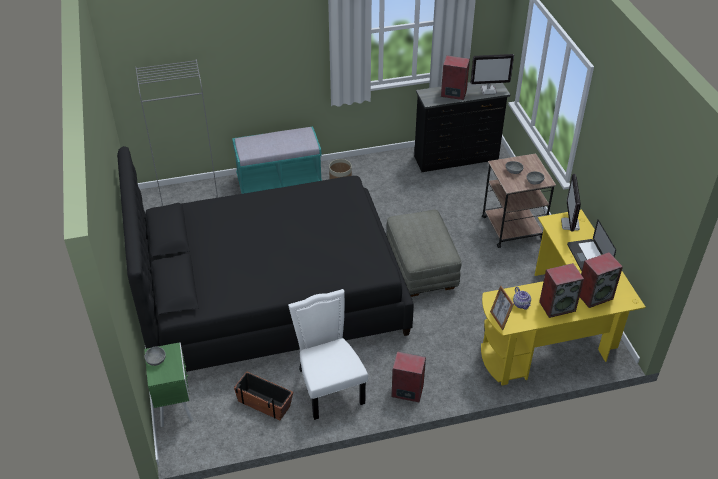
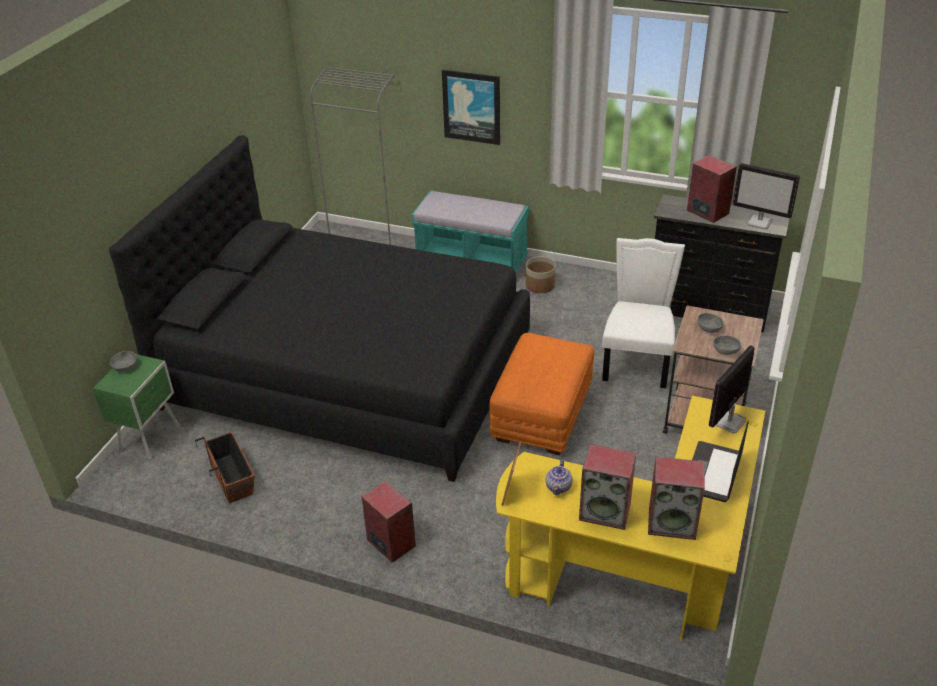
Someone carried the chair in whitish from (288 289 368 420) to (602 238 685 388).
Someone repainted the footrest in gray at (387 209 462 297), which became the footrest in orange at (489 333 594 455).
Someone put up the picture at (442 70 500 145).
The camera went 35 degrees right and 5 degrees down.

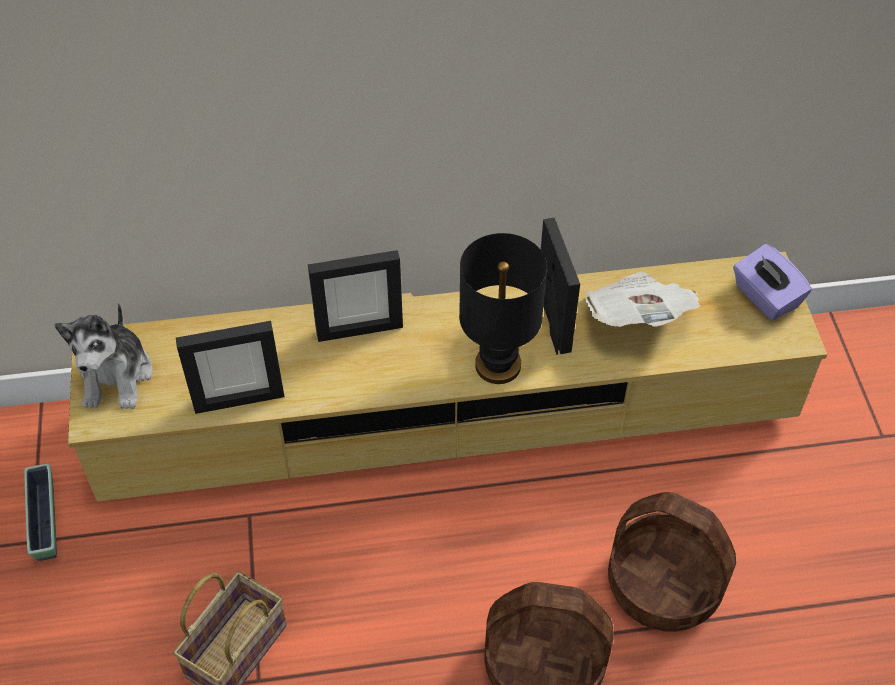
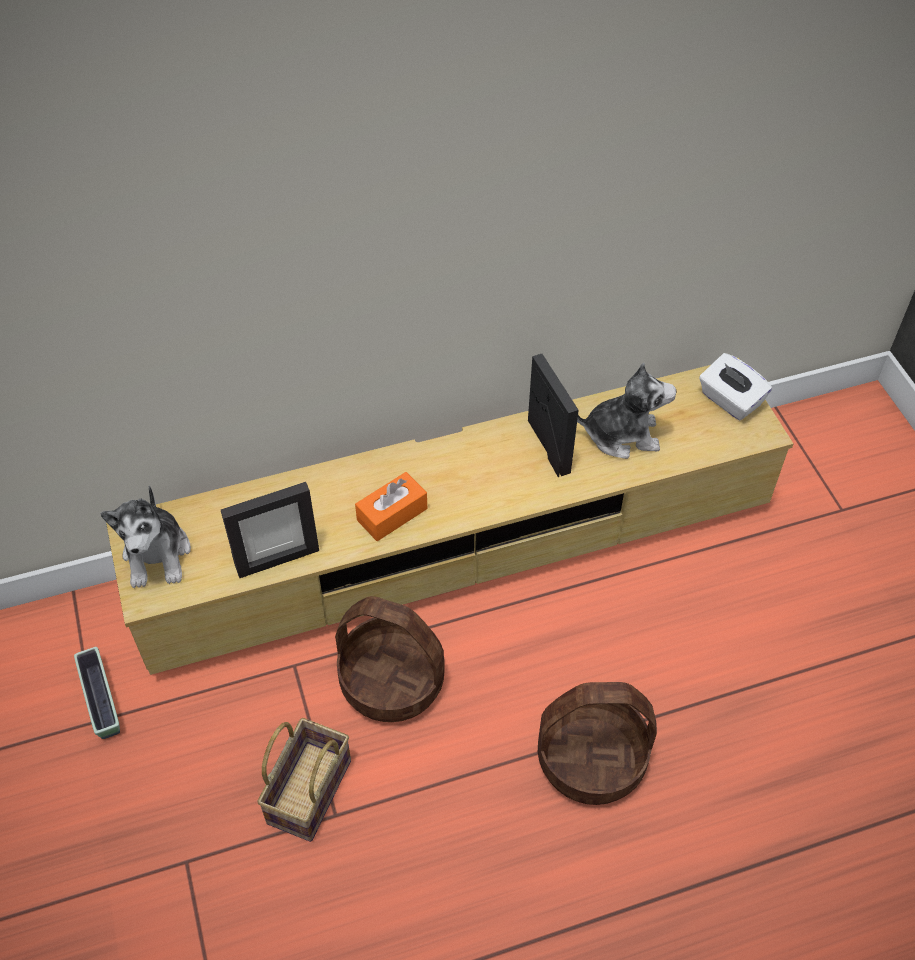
Someone took away the standing frame at (308 250 403 342).
Someone took away the tabletop lamp in black-coloured at (459 233 547 384).
Someone swapped the daily paper at (585 272 700 327) for the cuddly toy at (577 363 677 459).
Someone carried the household basket from (608 492 736 632) to (335 596 445 722).
Someone repainted the tissue holder in purple-coloured at (733 244 812 320), which became the tissue holder in whitish at (699 353 772 420).
Someone put down the tissue holder in orange at (355 472 427 541).
The camera went 10 degrees left and 0 degrees up.

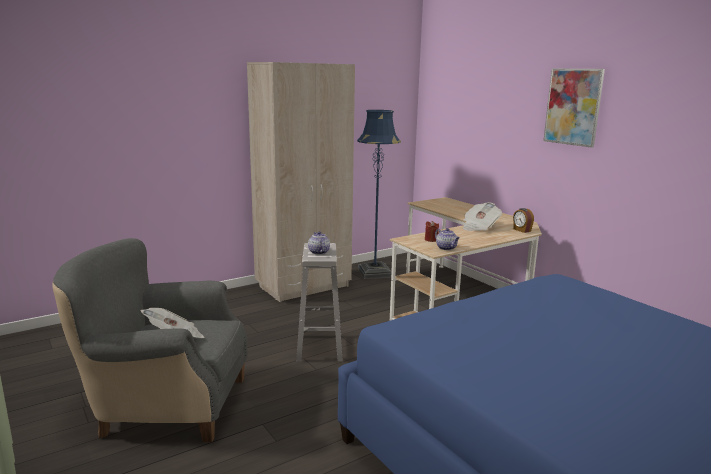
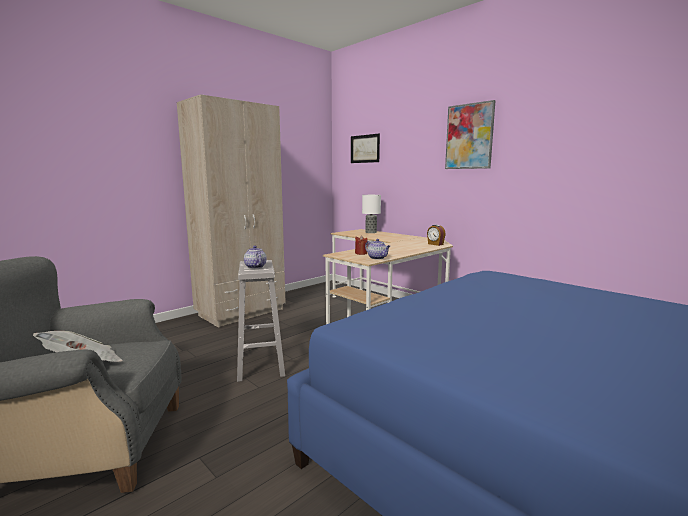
Someone took away the standing lamp in bluish at (357 110 401 279).
Someone took away the daily paper at (463 202 502 231).
Someone put up the picture at (351 134 380 163).
Someone put down the tabletop lamp at (362 195 381 233).
The camera went 10 degrees left and 5 degrees down.

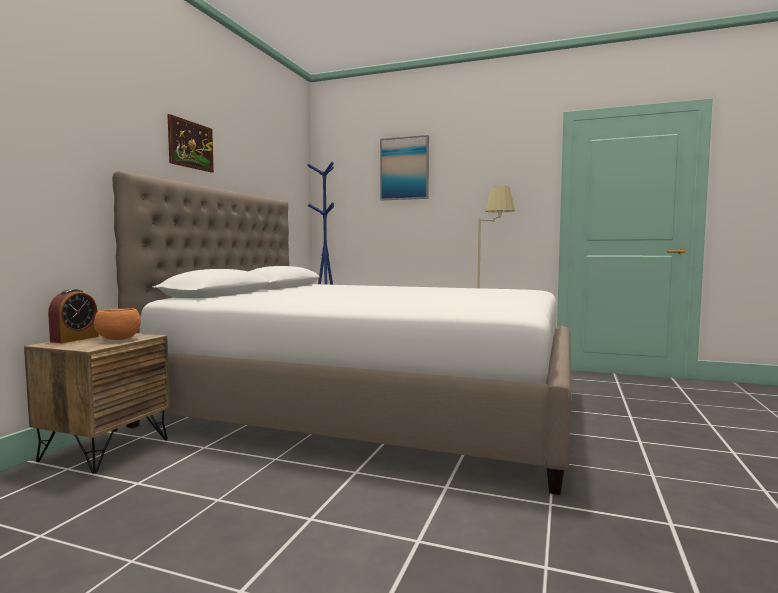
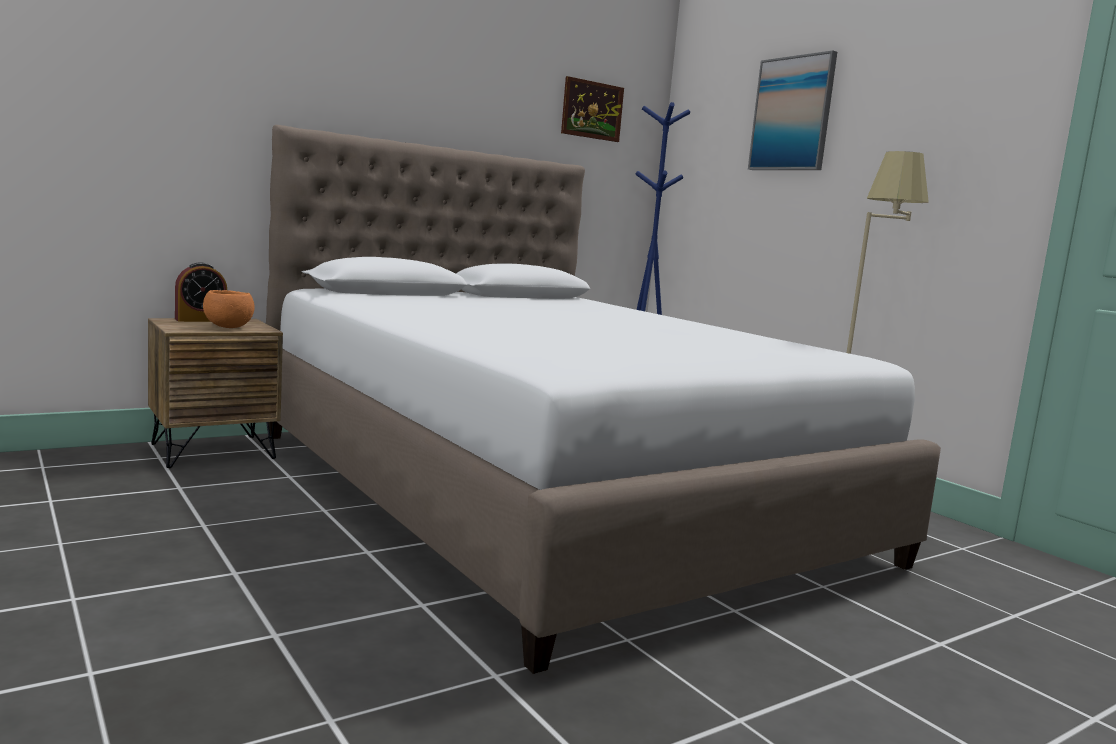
Someone carried the picture from (167 114 214 173) to (561 76 624 142).
The camera went 35 degrees right and 5 degrees up.

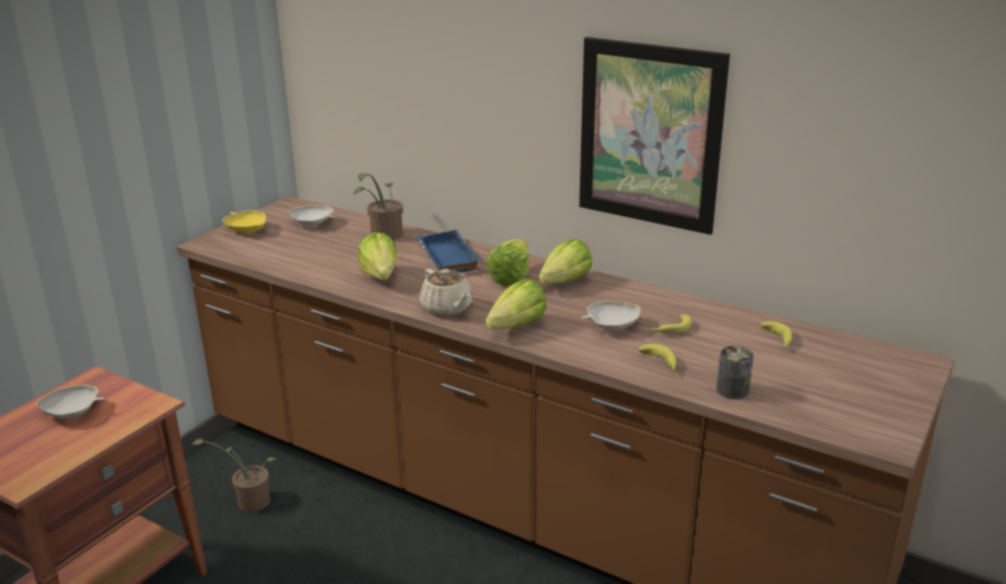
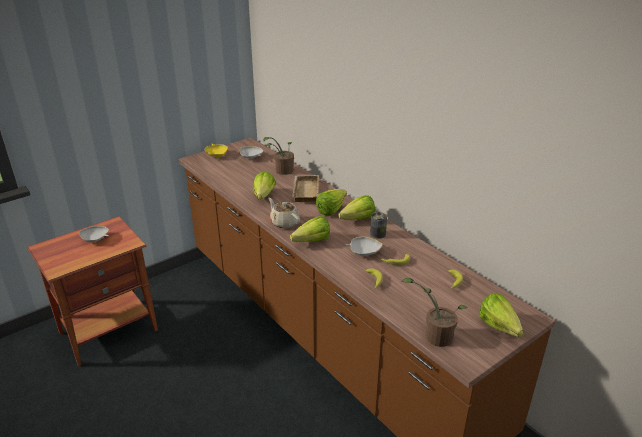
Someone carried the plant in a pot from (191 439 277 512) to (402 278 468 347).
Someone repainted the tray in bluish at (416 230 481 273), which became the tray in beige-coloured at (292 175 319 202).
Someone rotated the teapot in beige-coloured at (419 269 473 316) by 150 degrees clockwise.
Someone took away the picture at (579 37 730 235).
Someone carried the metal can from (716 346 754 400) to (370 212 387 239).
Someone put down the head of lettuce at (479 294 523 337).
The camera went 20 degrees right and 5 degrees up.

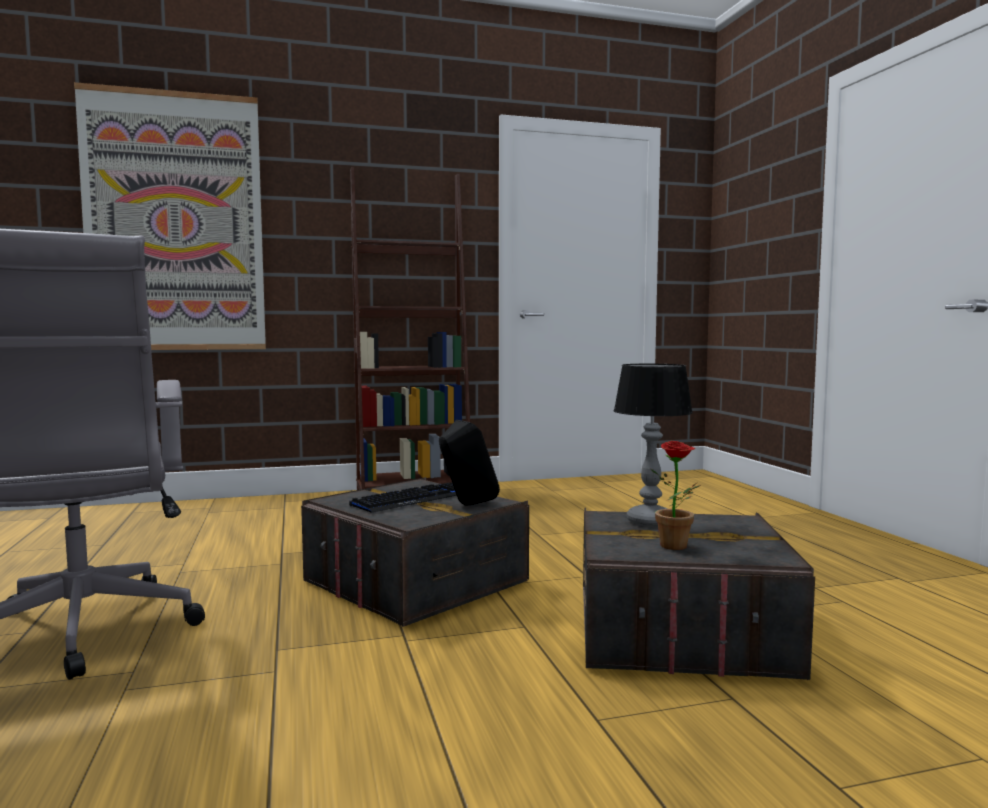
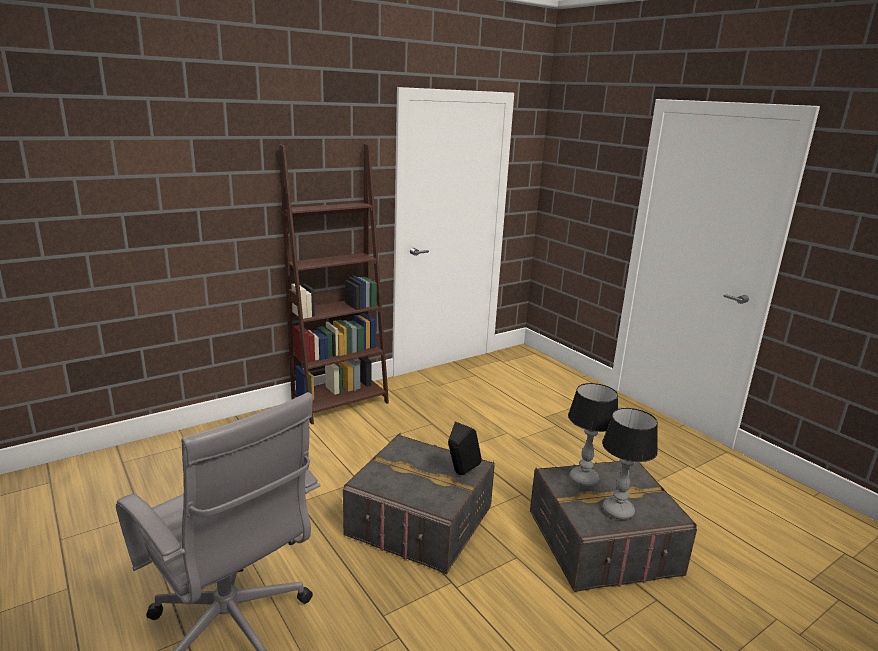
Someone took away the picture at (74 82 266 350).
Someone took away the PC keyboard at (349 482 457 513).
Someone swapped the plant in a pot at (651 441 701 550) for the tabletop lamp at (602 408 658 520).
The camera went 20 degrees left and 15 degrees up.

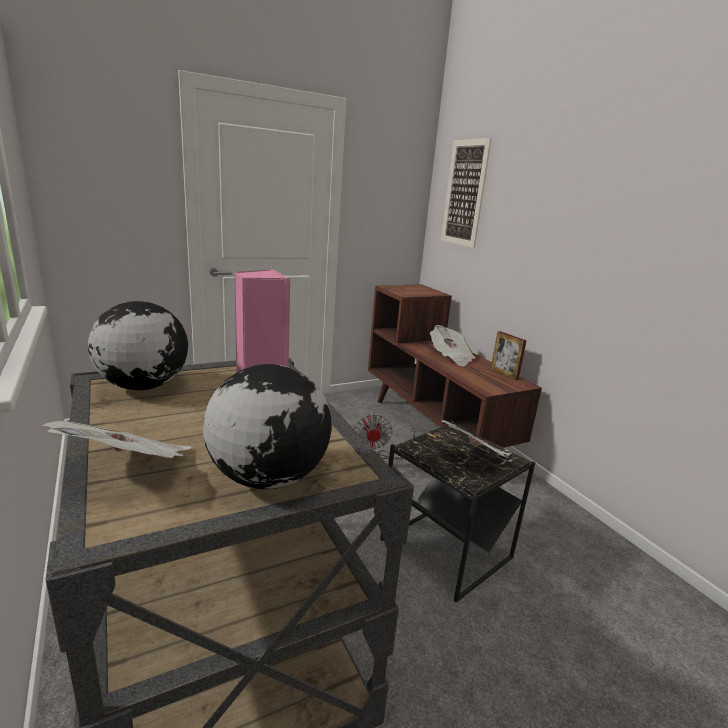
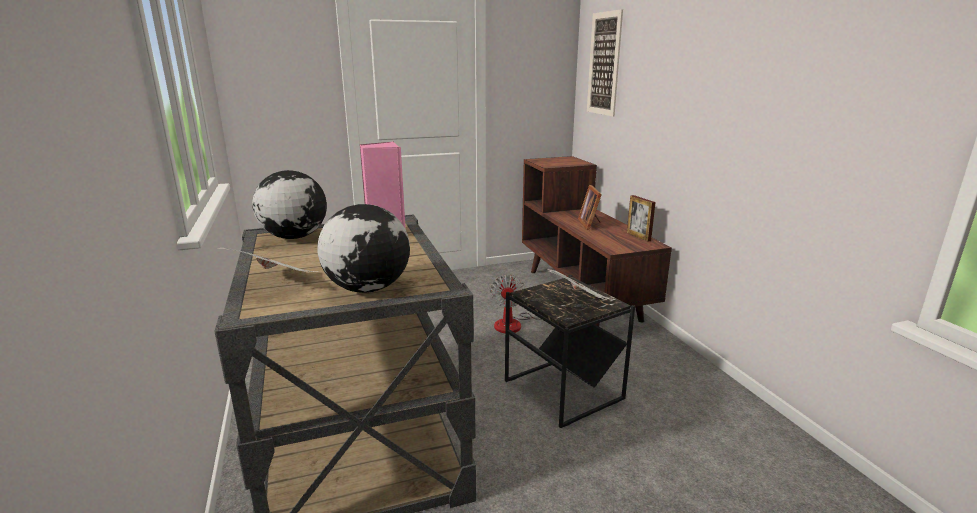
Someone swapped the daily paper at (430 325 475 367) for the standing frame at (578 185 602 230).
The camera went 10 degrees right and 0 degrees up.

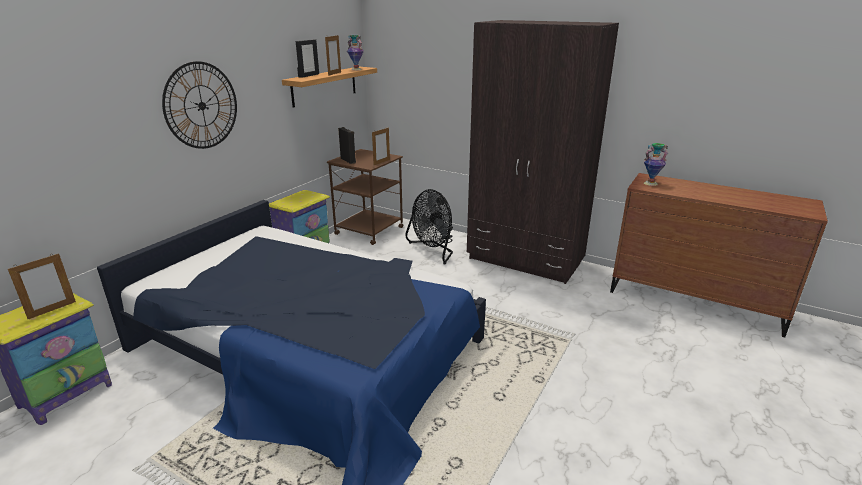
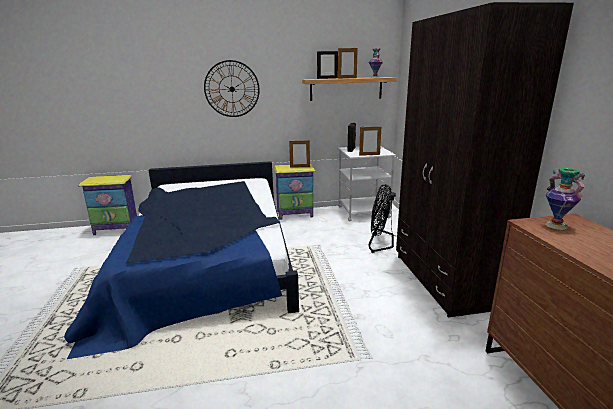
Someone carried the standing frame from (8 254 76 319) to (289 140 310 168).
Someone repainted the trolley in brownish at (327 149 404 245), which became the trolley in whitish at (338 146 396 221).
The camera went 50 degrees right and 5 degrees down.

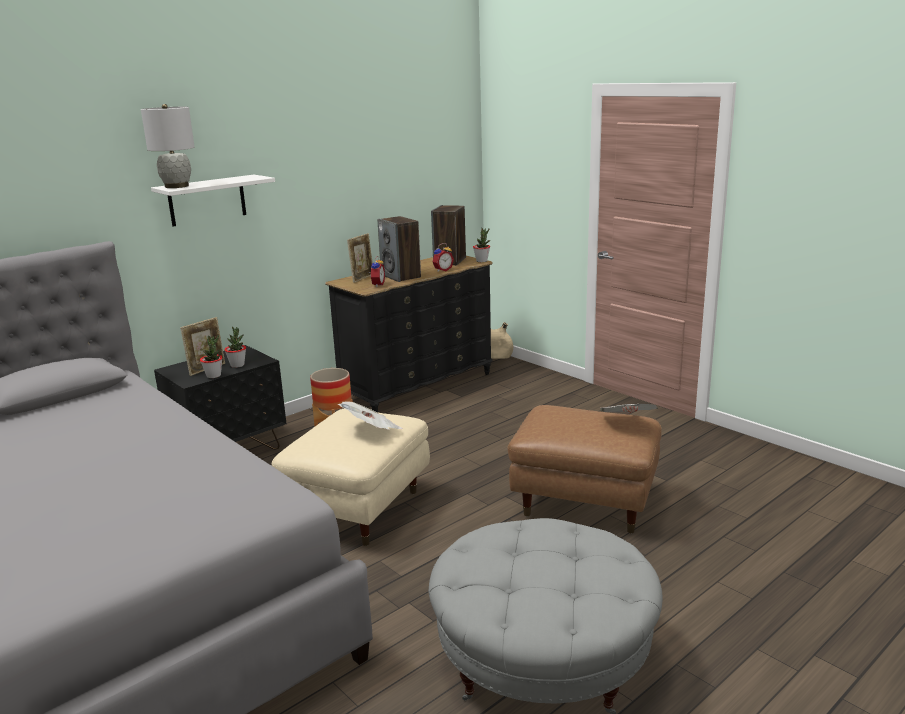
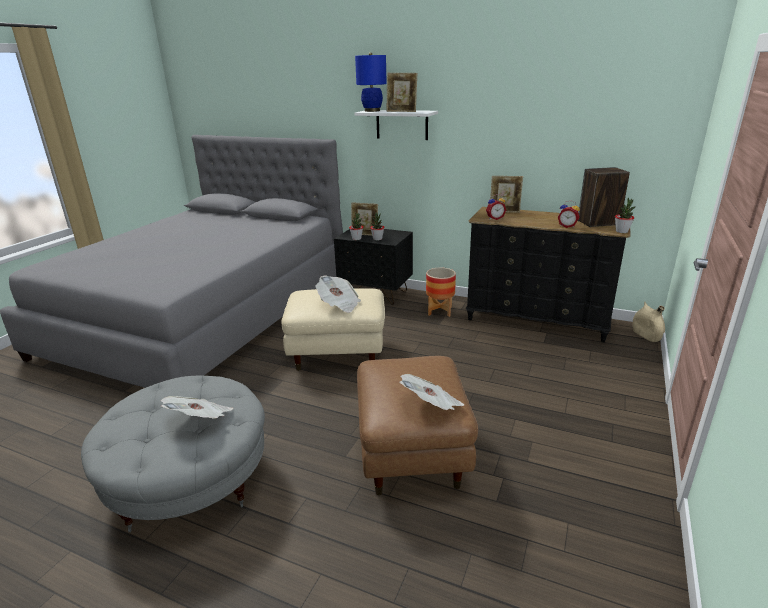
Someone repainted the tabletop lamp in whitish at (141 104 195 188), which became the tabletop lamp in bluish at (355 52 387 112).
Someone took away the loudspeaker at (377 216 421 282).
Someone put down the daily paper at (161 396 233 419).
Someone put down the standing frame at (386 73 417 112).
The camera went 65 degrees right and 5 degrees up.

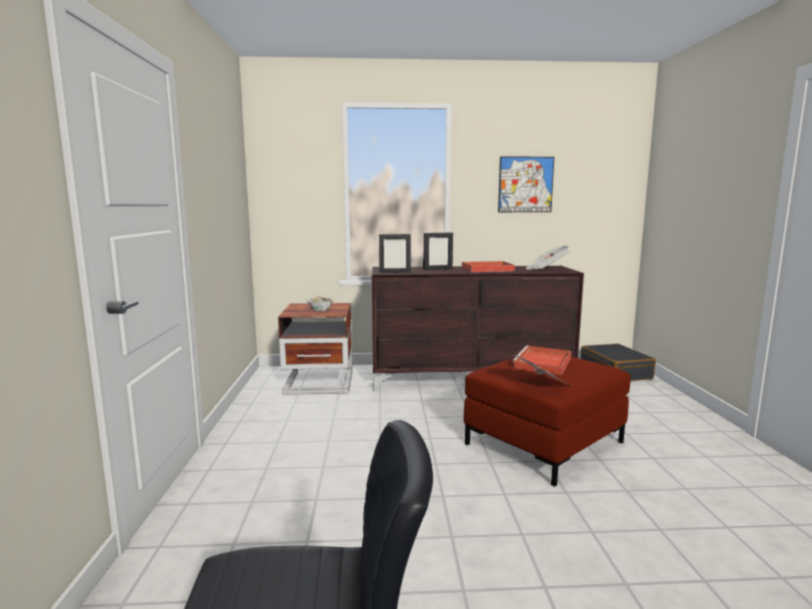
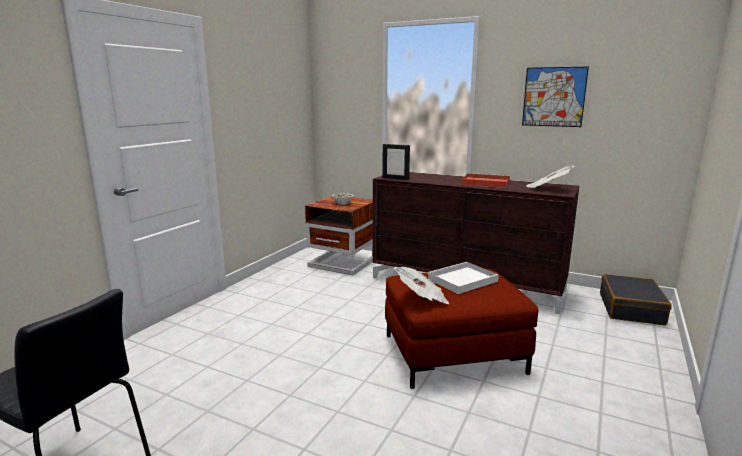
Someone took away the standing frame at (423 233 453 270).
Someone repainted the tray in red at (512 346 571 375), which became the tray in whitish at (427 262 499 294).
The camera went 30 degrees right and 5 degrees up.

